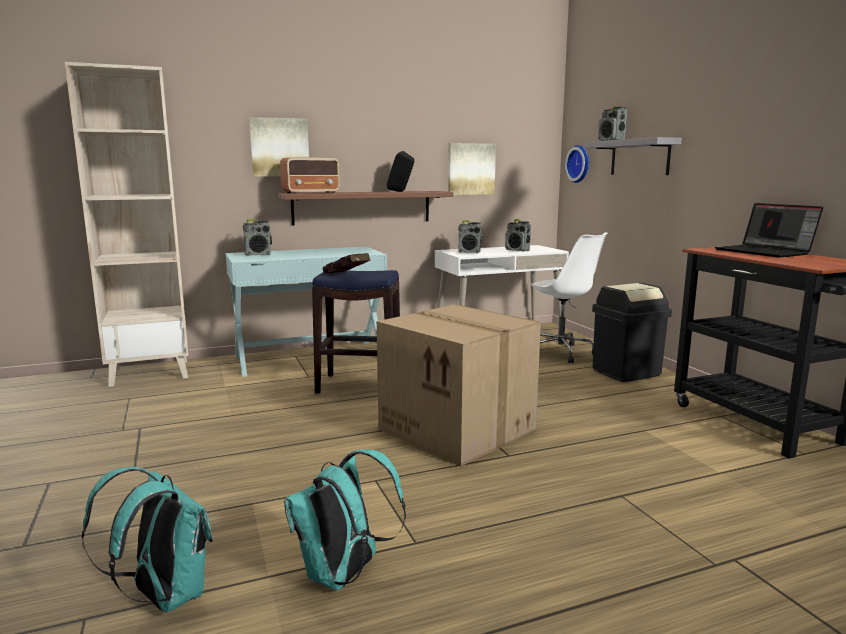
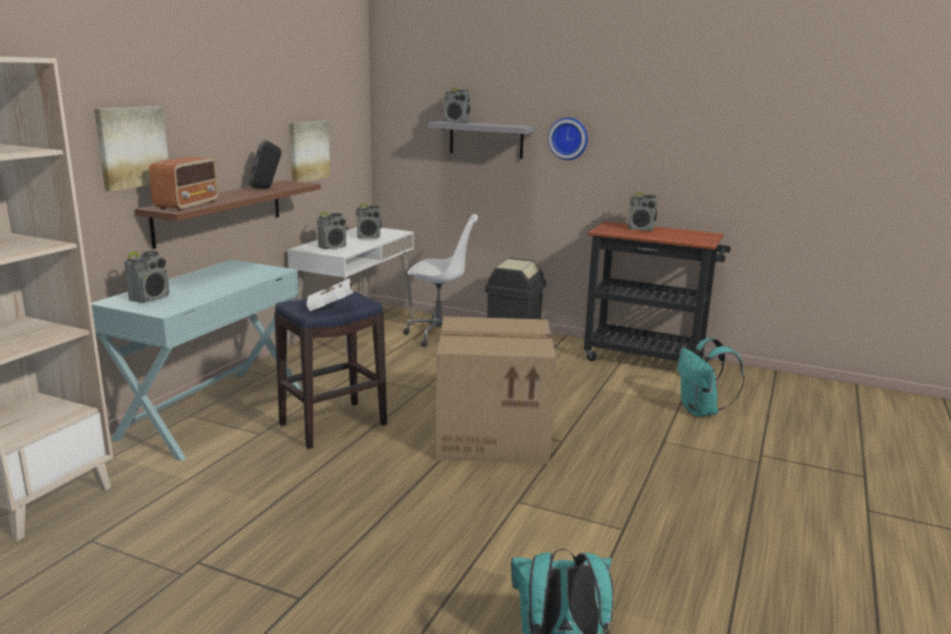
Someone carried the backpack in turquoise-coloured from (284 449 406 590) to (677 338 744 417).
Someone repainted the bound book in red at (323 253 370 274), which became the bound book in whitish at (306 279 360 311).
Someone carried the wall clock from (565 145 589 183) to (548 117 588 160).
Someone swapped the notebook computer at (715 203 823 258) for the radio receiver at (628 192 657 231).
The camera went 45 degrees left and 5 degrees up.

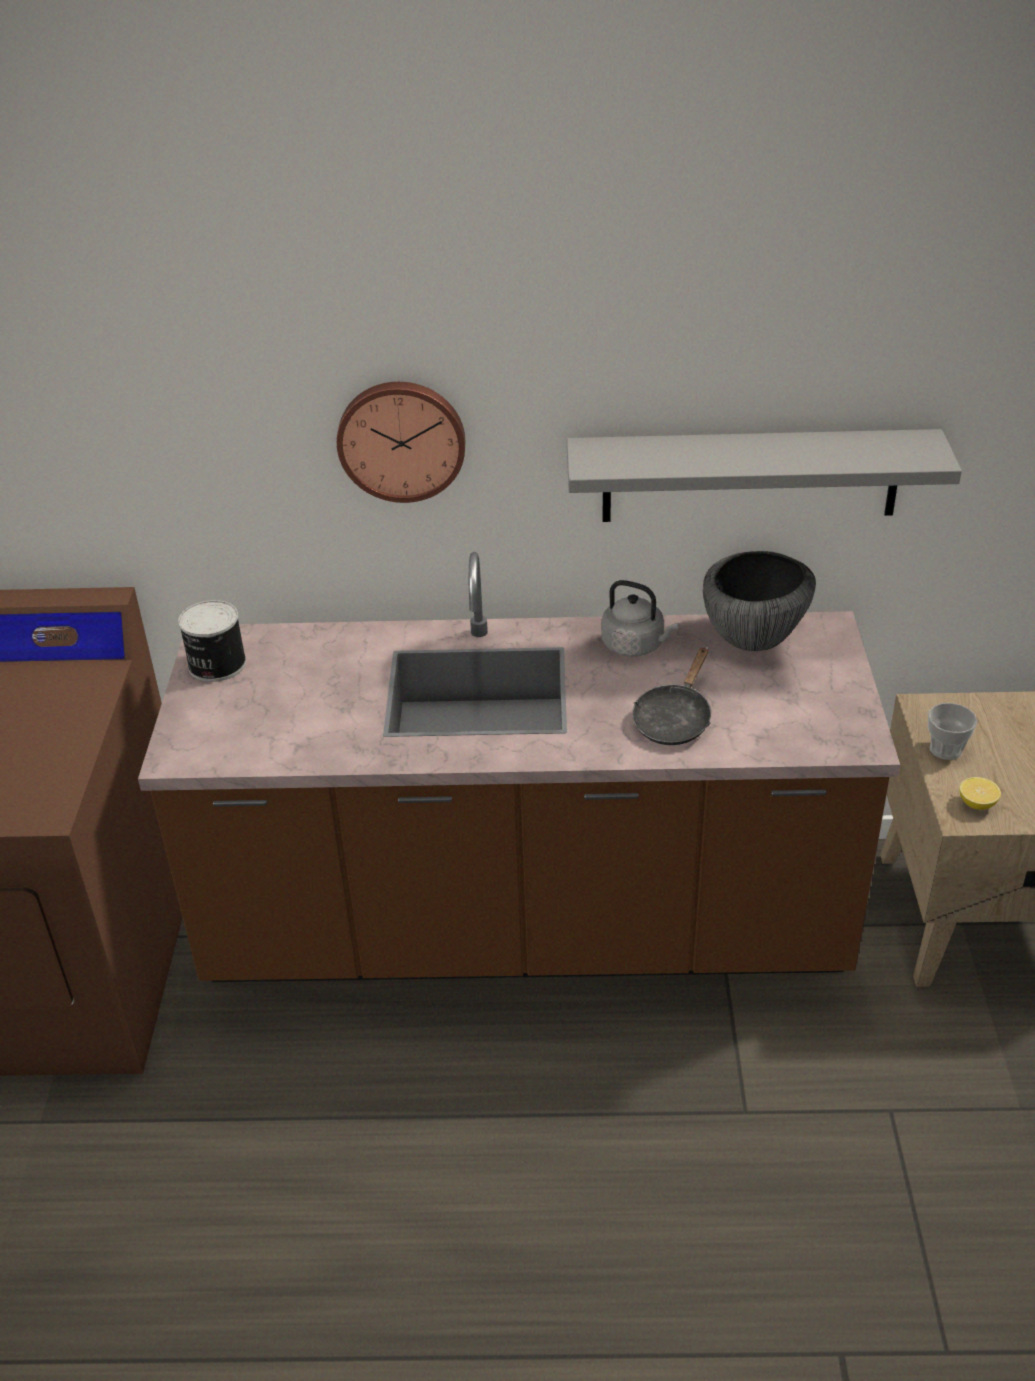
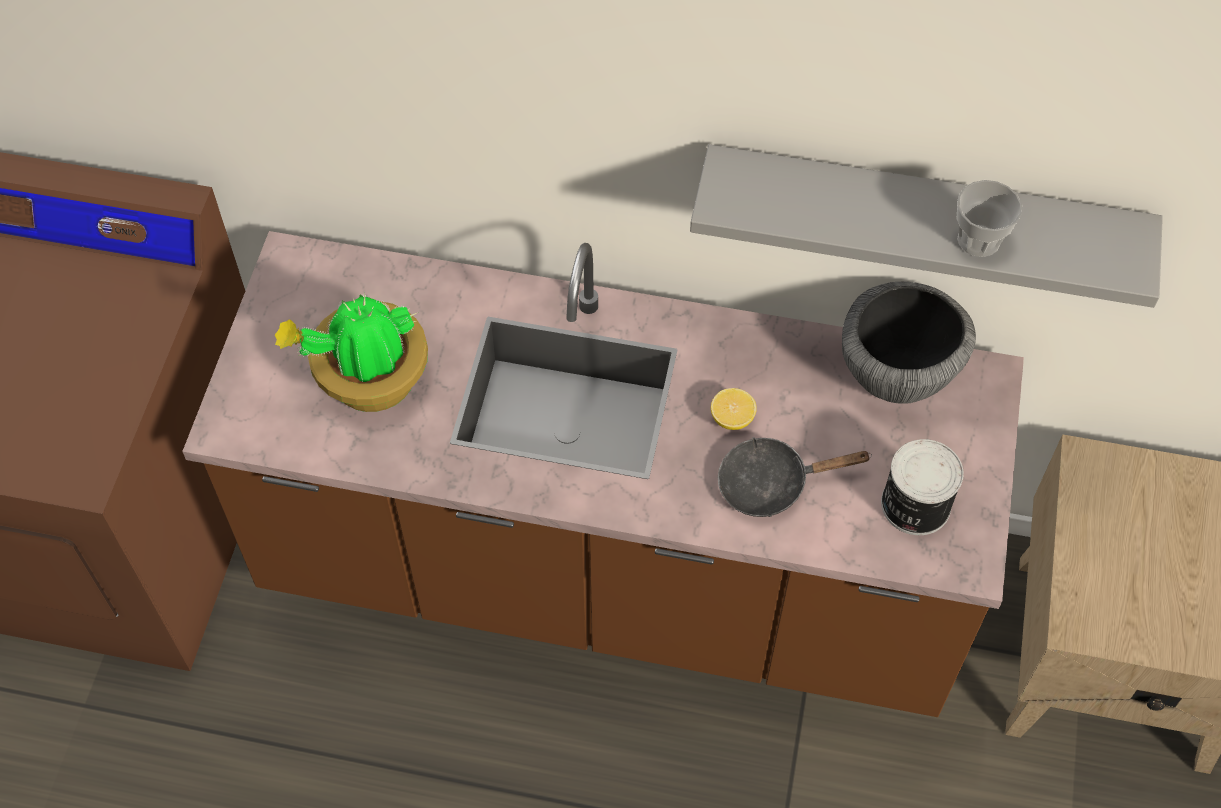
Someone carried the metal can from (178 600 246 682) to (881 439 964 535).
Someone took away the wall clock at (337 382 465 503).
Someone took away the kettle in gray at (601 580 679 657).
Someone rotated the skillet in black-coloured at (632 647 711 745) by 45 degrees clockwise.
Someone carried the cup from (928 703 977 760) to (956 180 1022 257).
Someone carried the lemon from (959 777 1001 810) to (711 388 757 430).
Someone put down the plant in a pot at (275 294 428 412).
The camera went 10 degrees right and 20 degrees up.

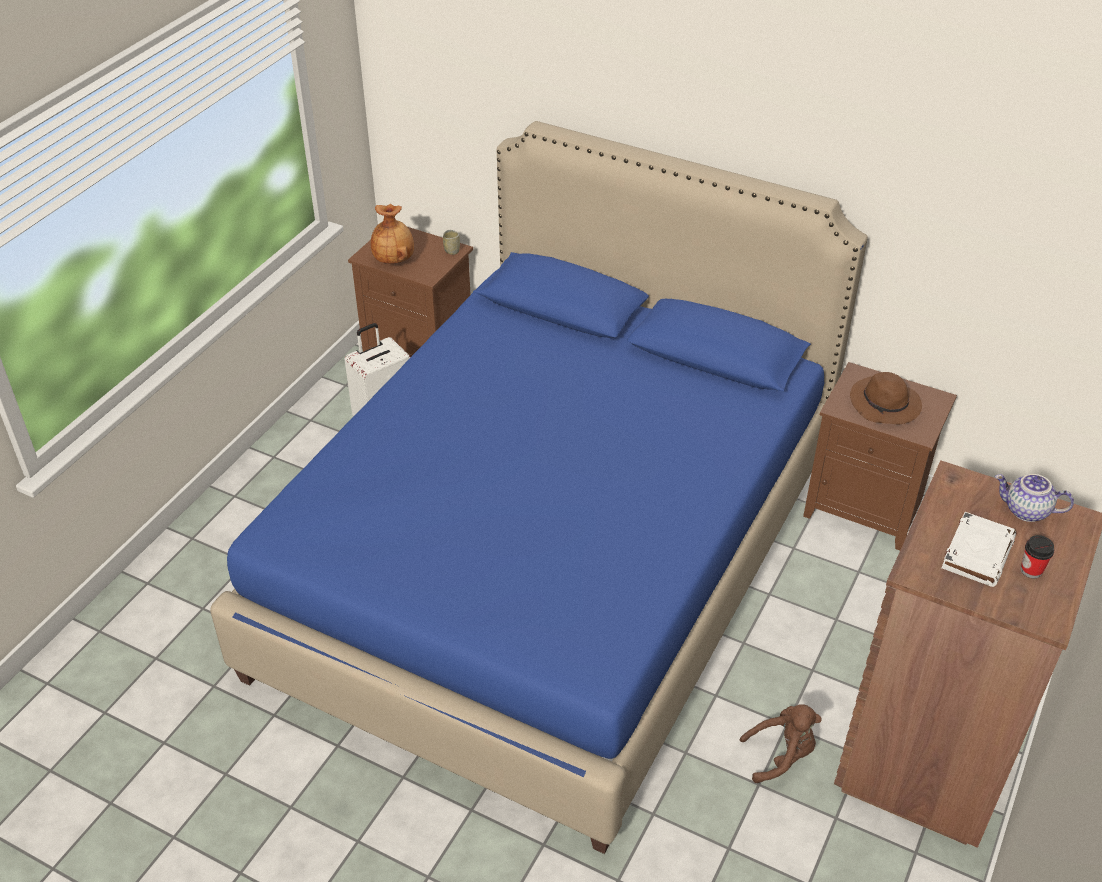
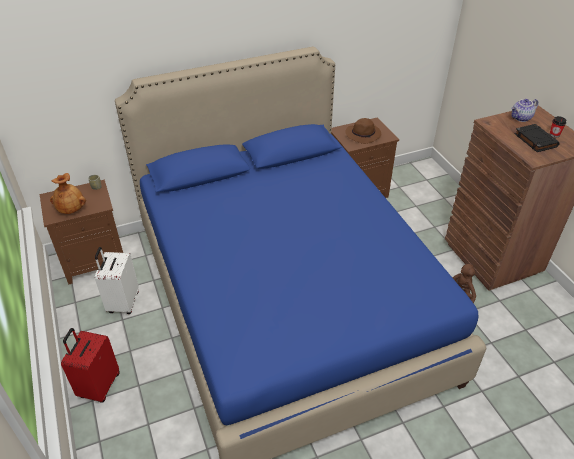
Someone repainted the bound book in whitish at (941 512 1016 587), which became the bound book in black-coloured at (514 124 560 152).
Someone put down the travel case in red at (61 328 120 403).
The camera went 50 degrees left and 0 degrees up.

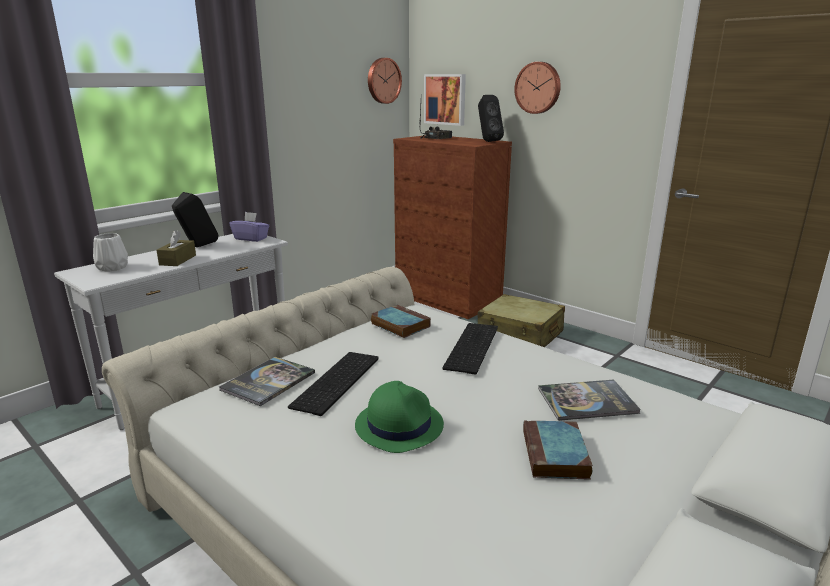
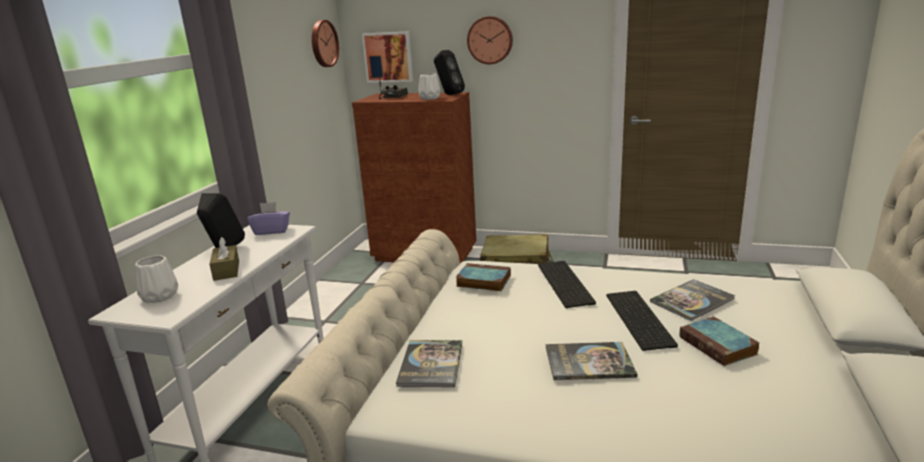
Someone carried the PC keyboard from (288 352 379 416) to (606 291 678 351).
Someone swapped the clothing hat in green at (355 381 444 453) for the bound book at (545 342 637 380).
Someone put down the decorative vase in whitish at (418 74 440 100).
The camera went 25 degrees left and 0 degrees up.

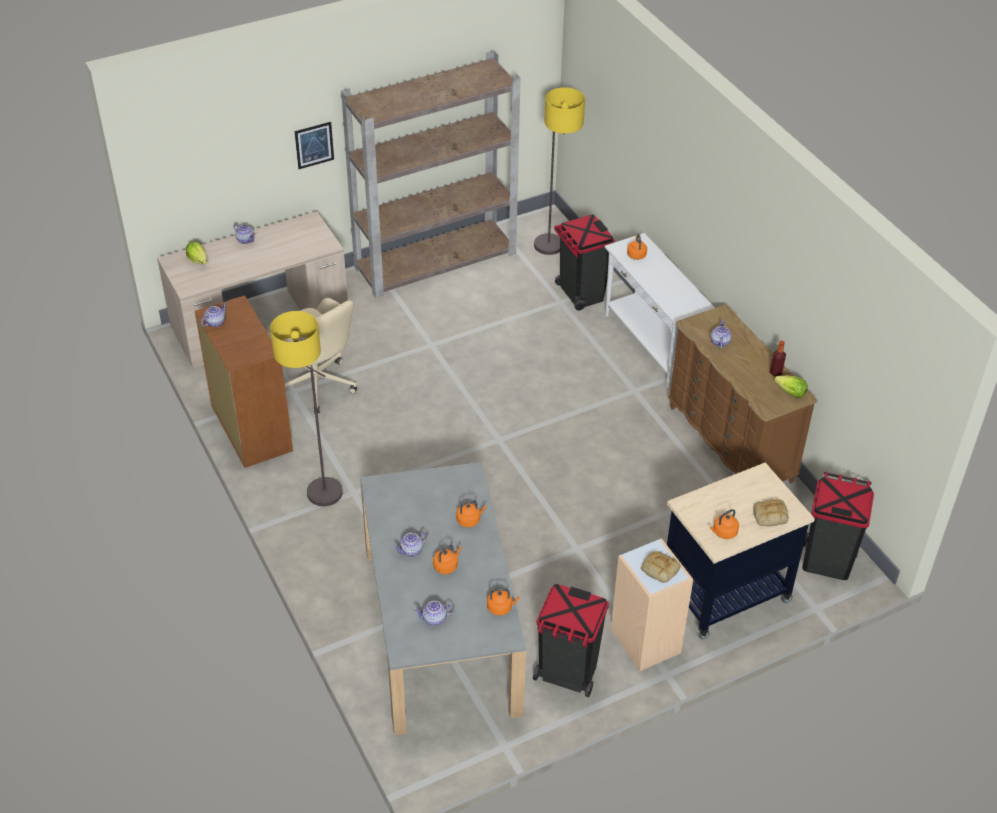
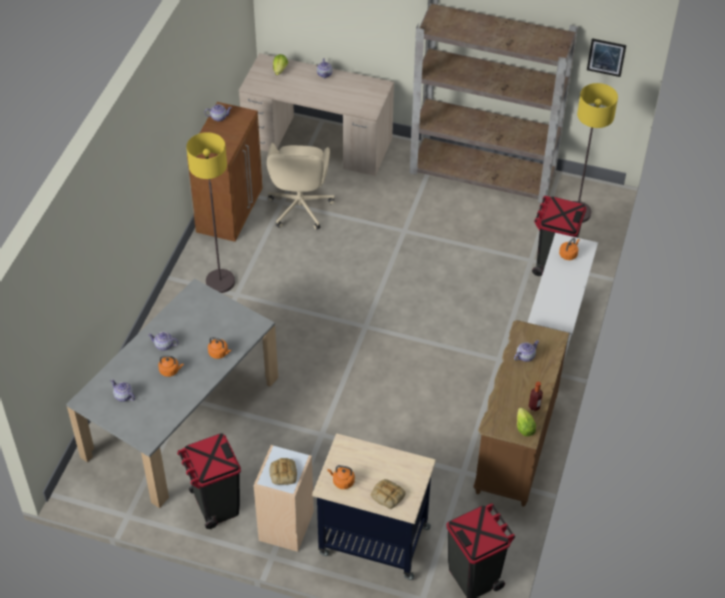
Someone carried the picture from (295 122 334 169) to (587 38 626 77).
Someone took away the kettle in orange at (487 588 520 615).
The camera went 45 degrees right and 5 degrees up.

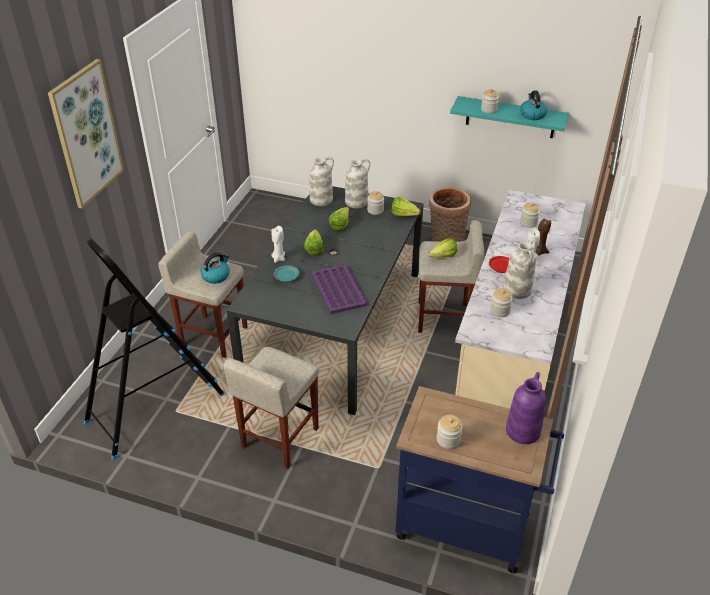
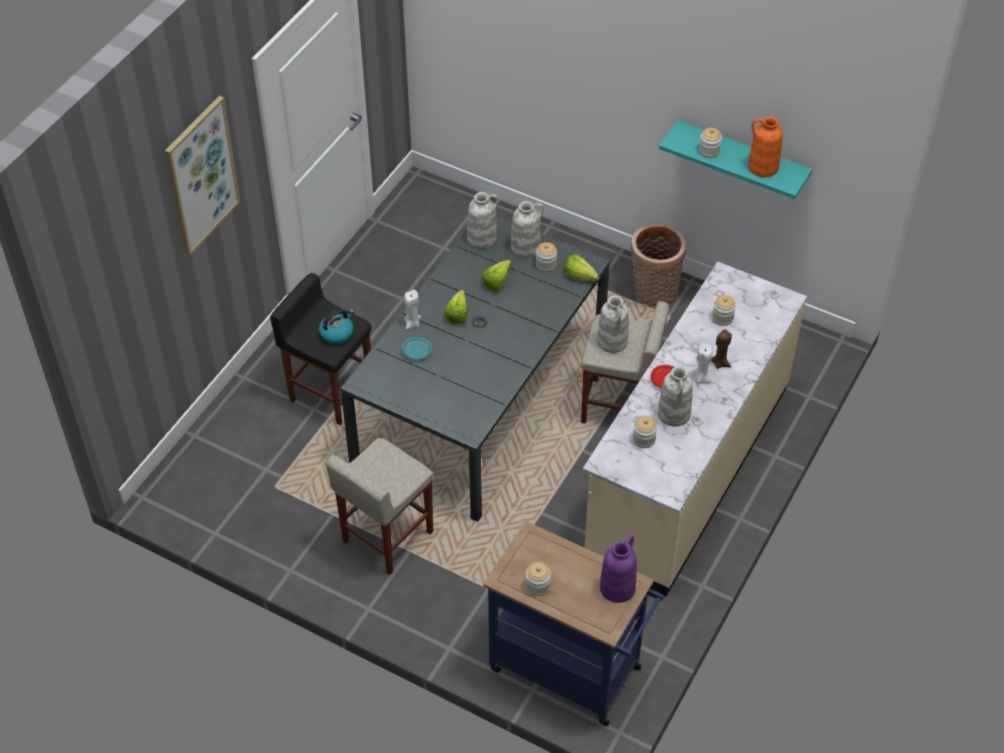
Someone took away the step ladder in black-coloured at (84 238 225 460).
Someone repainted the stool in beige-coloured at (158 231 248 358), which became the stool in black-coloured at (270 273 372 425).
Someone took away the tray in purple-coloured at (311 264 367 314).
Someone swapped the head of lettuce at (428 238 457 258) for the decorative vase in whitish at (597 296 629 353).
Someone swapped the kettle at (520 90 547 120) for the decorative vase in orange at (748 116 783 177).
The camera went 10 degrees right and 10 degrees up.

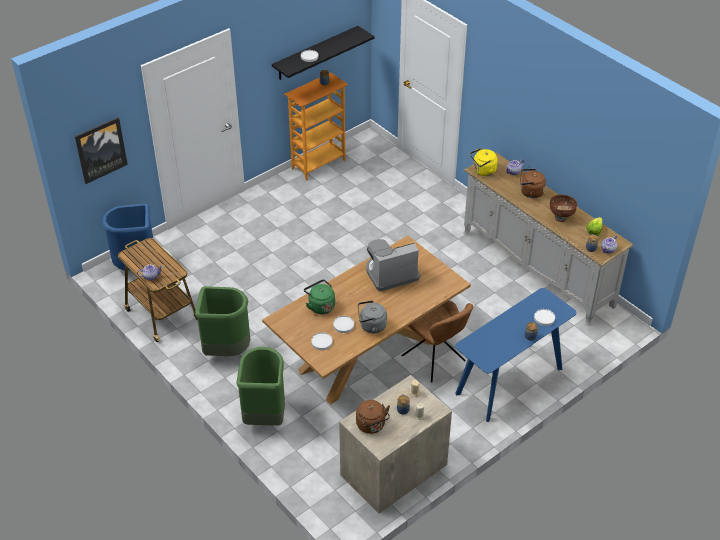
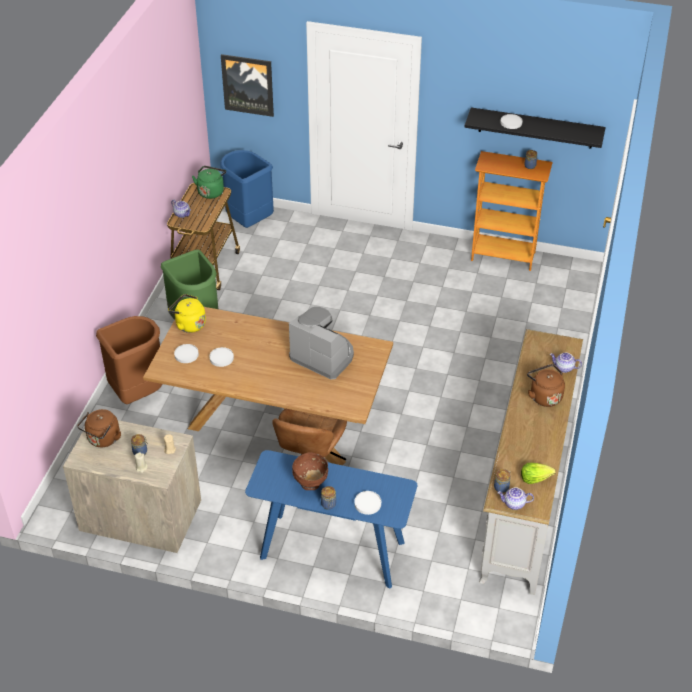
Someone repainted the rubbish bin in green at (236 347 285 426), which became the rubbish bin in brownish at (96 316 163 404).
Someone carried the kettle in green from (304 279 335 314) to (192 166 226 199).
Someone took away the kettle in gray at (358 300 387 333).
Someone carried the kettle in yellow-coloured from (470 148 498 176) to (168 294 206 333).
Someone carried the bowl in brownish from (550 194 578 222) to (292 453 328 490).
The camera went 55 degrees right and 0 degrees up.

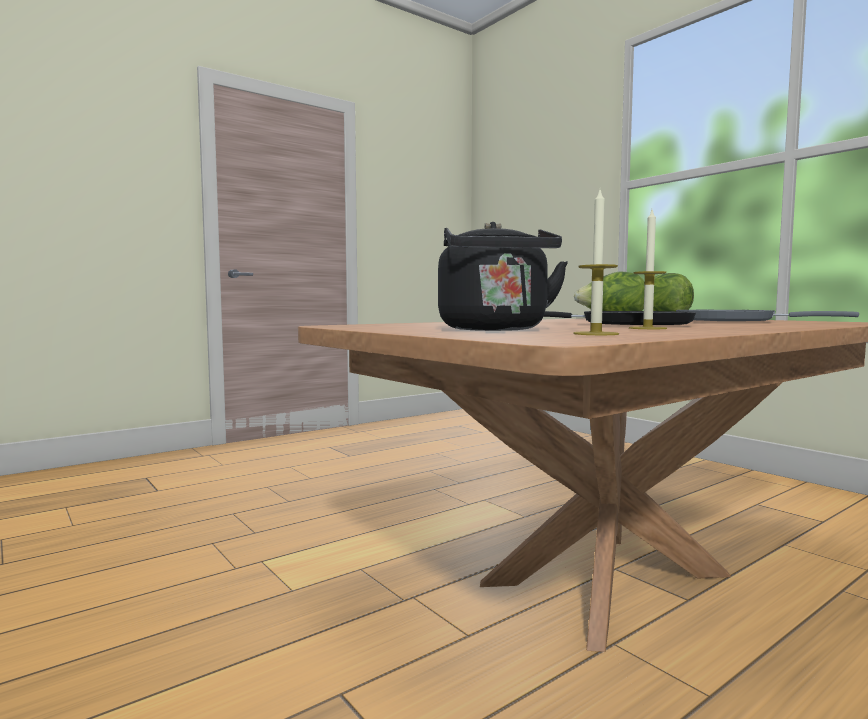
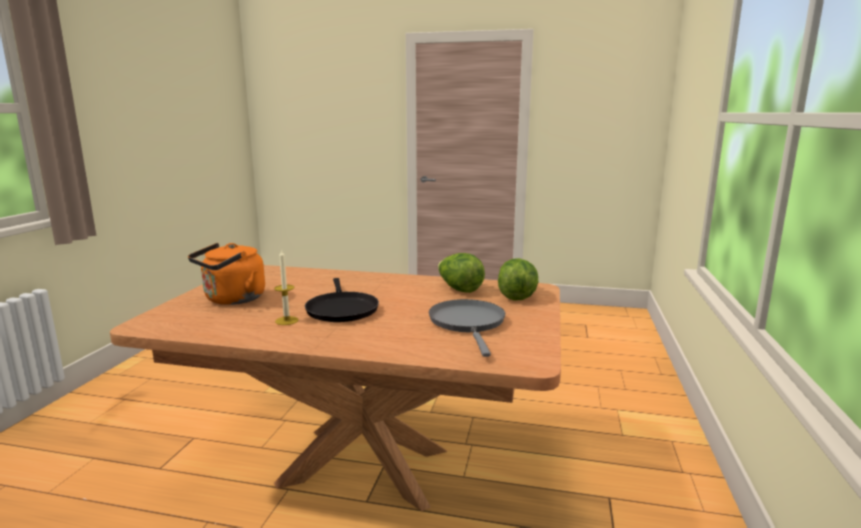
Someone repainted the kettle in black-coloured at (438 222 568 331), which became the kettle in orange at (188 243 265 305).
Someone took away the wax light at (573 190 619 335).
The camera went 50 degrees right and 10 degrees up.

